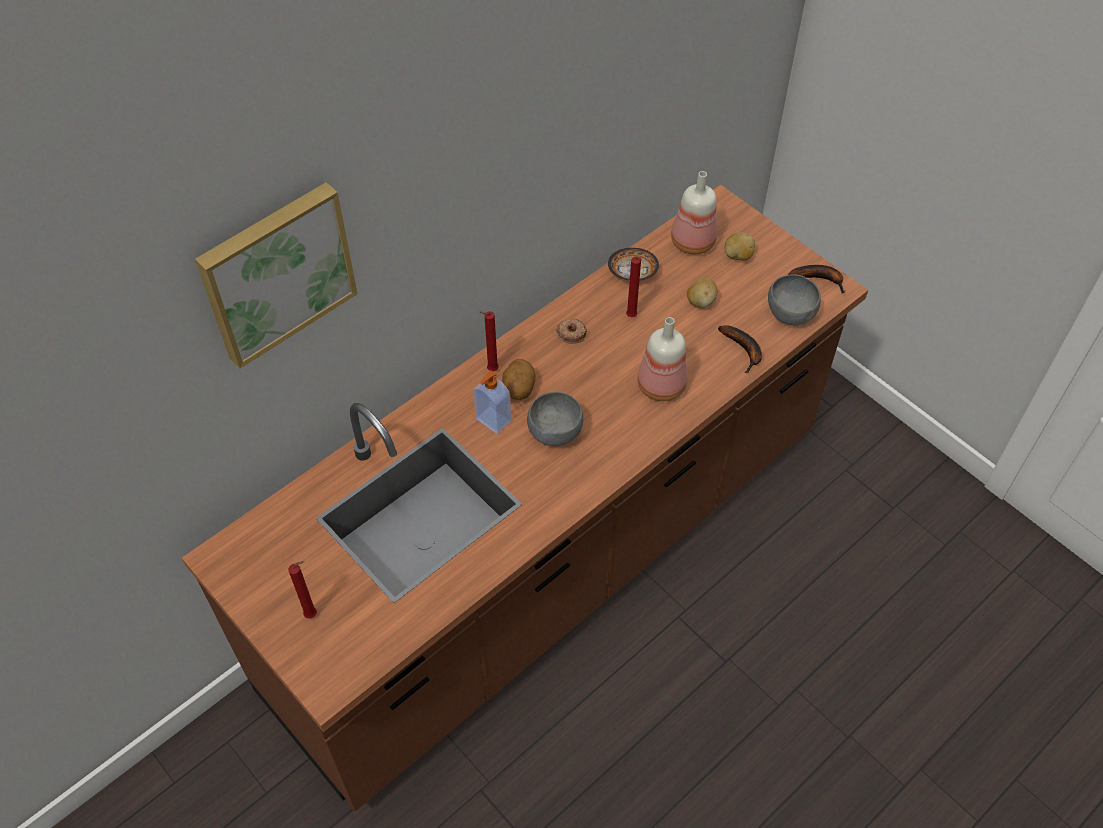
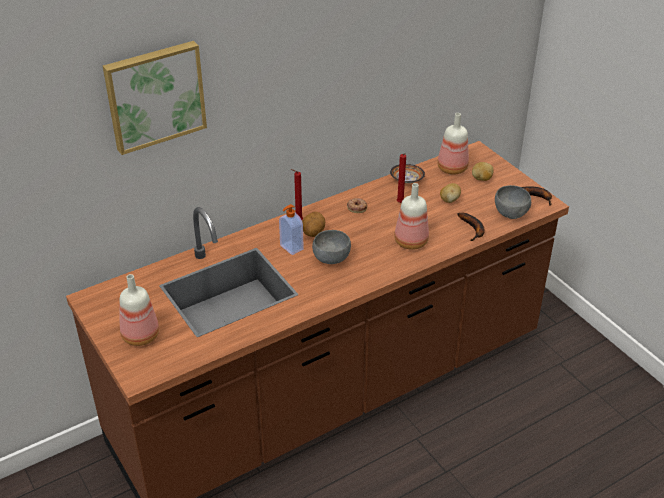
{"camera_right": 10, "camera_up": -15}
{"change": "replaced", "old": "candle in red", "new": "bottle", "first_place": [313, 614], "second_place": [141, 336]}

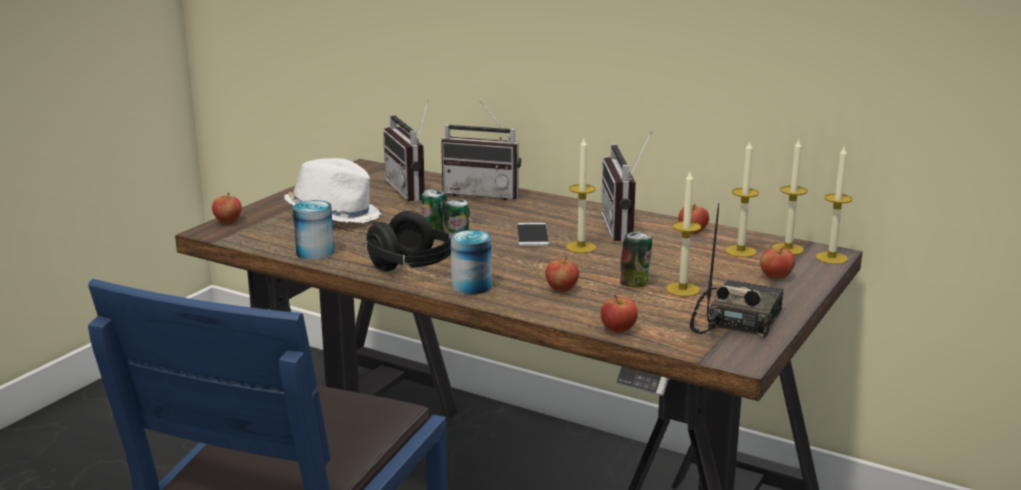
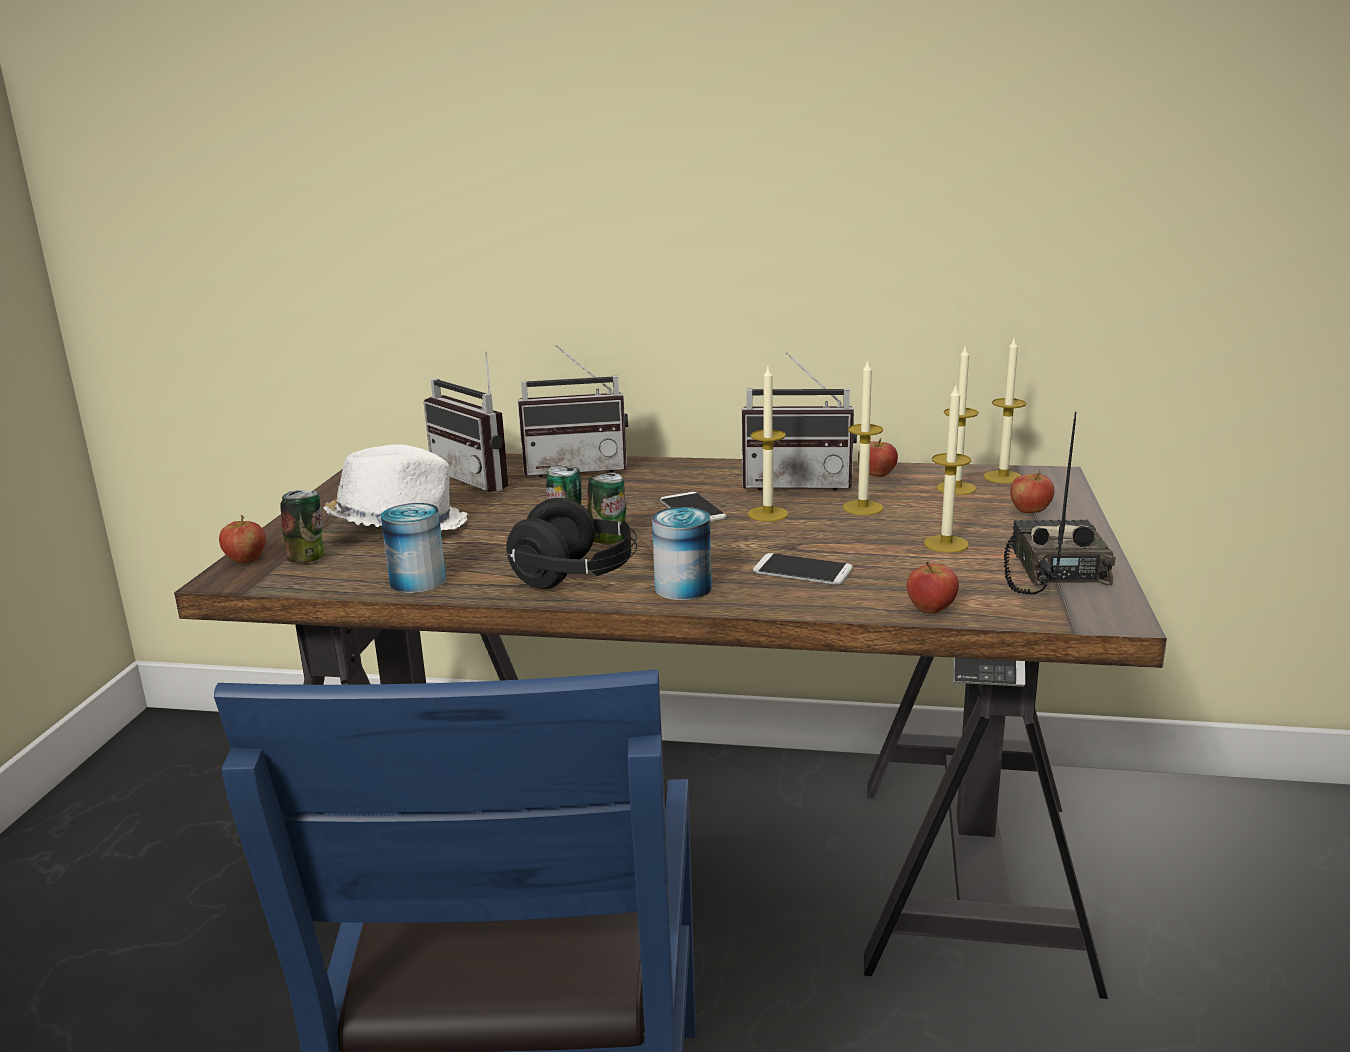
{"camera_right": -20, "camera_up": 0}
{"change": "turned", "old": "radio", "first_place": [627, 229], "second_place": [798, 483], "degrees": -60}
{"change": "moved", "old": "candle", "first_place": [831, 258], "second_place": [862, 508]}
{"change": "moved", "old": "can", "first_place": [635, 284], "second_place": [308, 558]}
{"change": "replaced", "old": "apple", "new": "phone", "first_place": [561, 289], "second_place": [802, 570]}

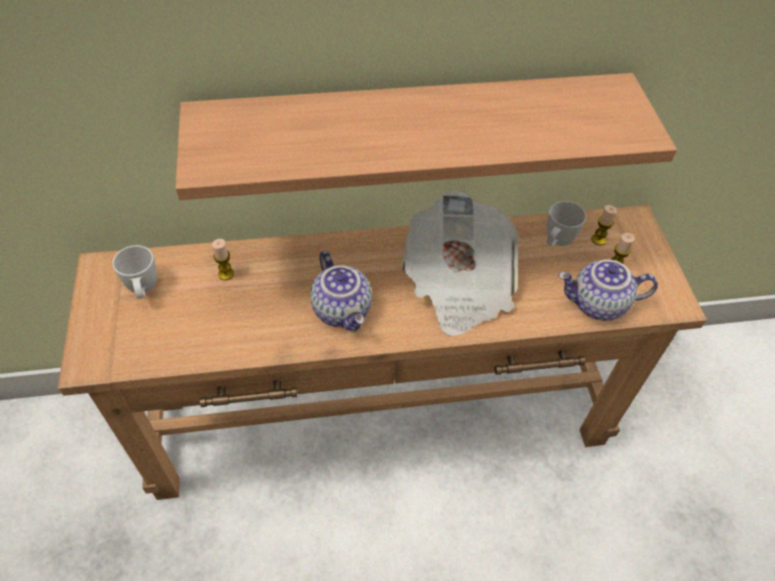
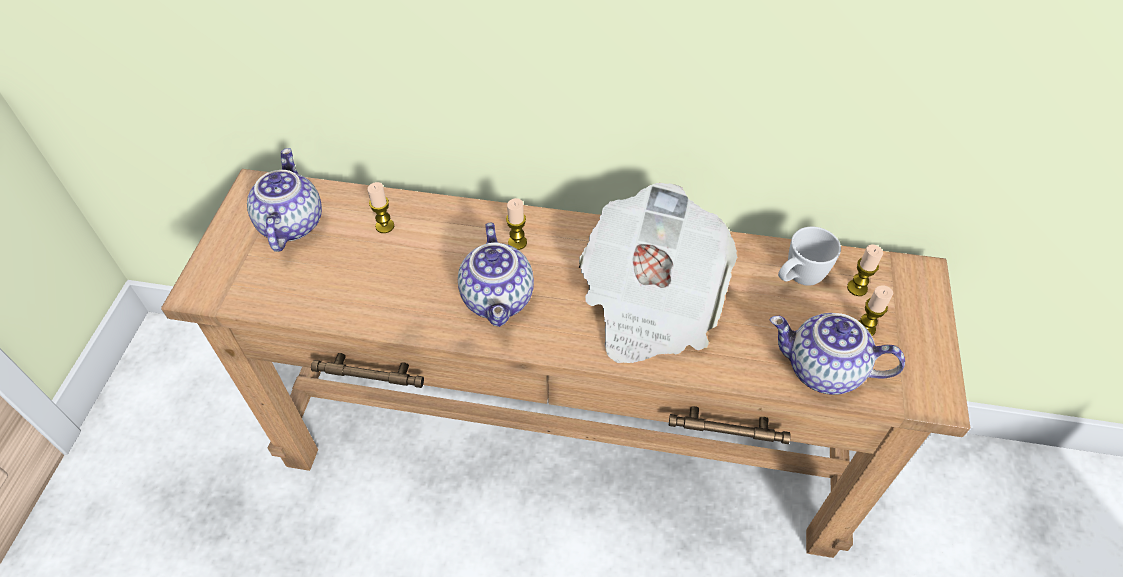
{"camera_right": 20, "camera_up": 0}
{"change": "removed", "old": "shelf", "first_place": [411, 127]}
{"change": "replaced", "old": "mug in white", "new": "teapot", "first_place": [143, 290], "second_place": [290, 224]}
{"change": "added", "new": "candle", "second_place": [517, 242]}

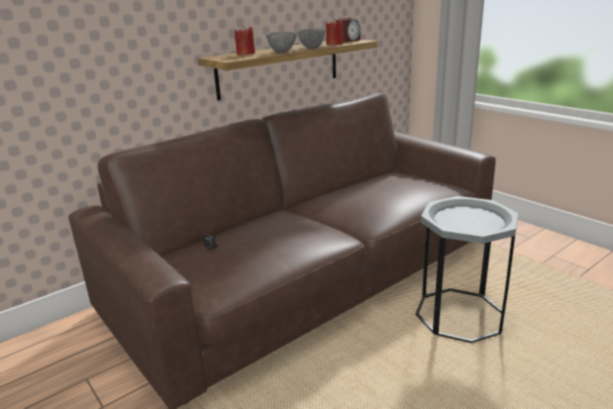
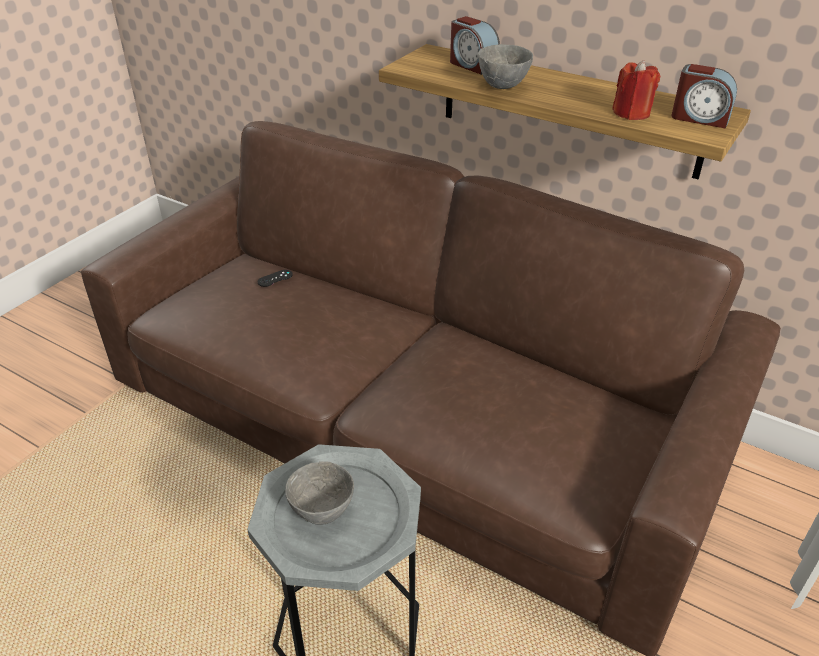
{"camera_right": 70, "camera_up": 15}
{"change": "replaced", "old": "candle in red", "new": "alarm clock", "first_place": [246, 54], "second_place": [472, 65]}
{"change": "moved", "old": "bowl in grey", "first_place": [312, 47], "second_place": [322, 513]}

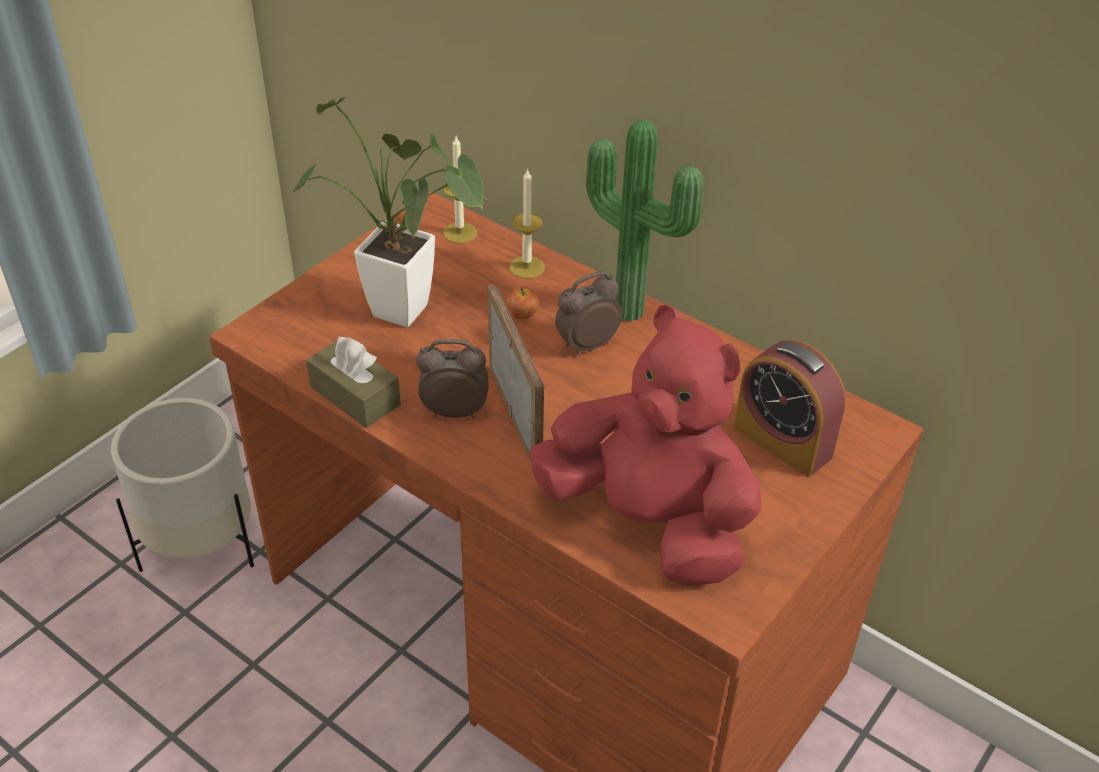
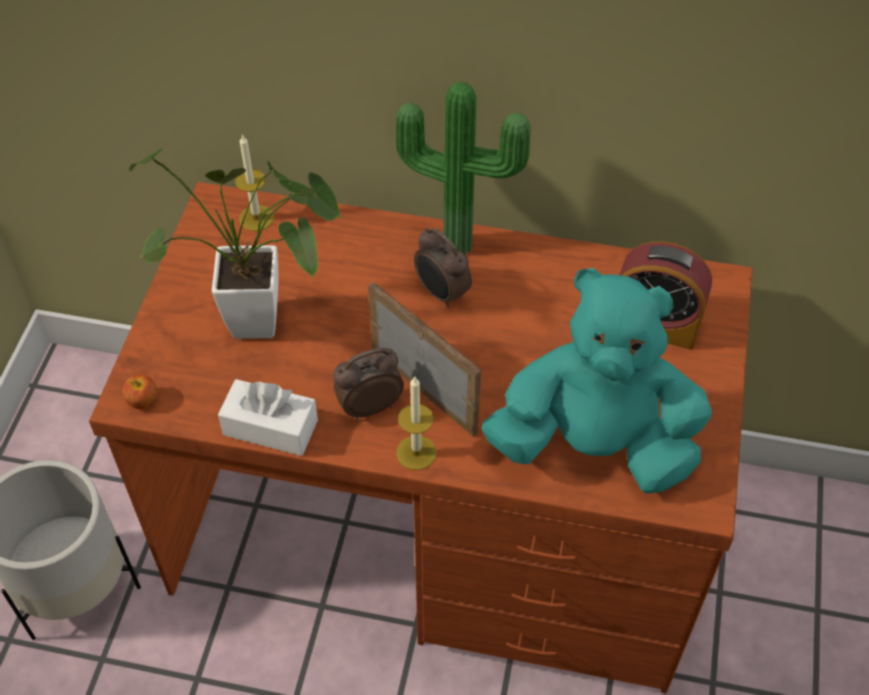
{"camera_right": -25, "camera_up": 10}
{"change": "moved", "old": "candle", "first_place": [527, 267], "second_place": [416, 452]}
{"change": "turned", "old": "alarm clock", "first_place": [586, 345], "second_place": [441, 294], "degrees": -75}
{"change": "moved", "old": "apple", "first_place": [522, 314], "second_place": [143, 400]}
{"change": "recoloured", "old": "plush toy in red", "new": "plush toy in turquoise", "first_place": [649, 522], "second_place": [594, 445]}
{"change": "recoloured", "old": "tissue box in brown", "new": "tissue box in white", "first_place": [355, 396], "second_place": [270, 427]}

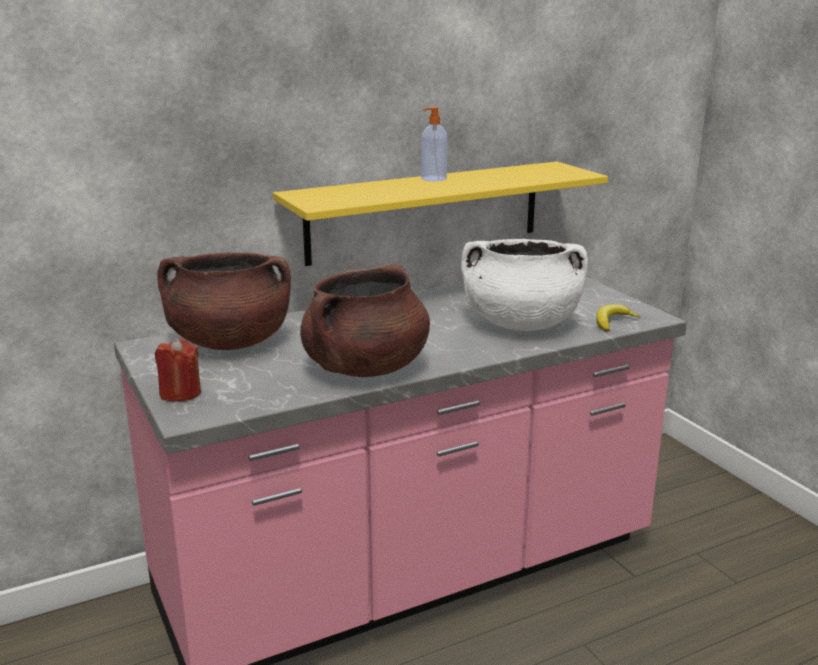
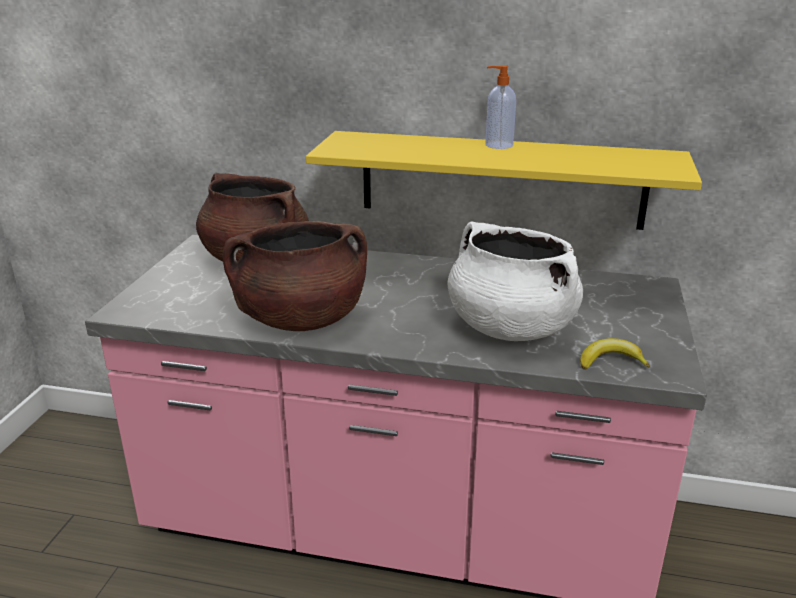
{"camera_right": 40, "camera_up": 5}
{"change": "removed", "old": "candle in red", "first_place": [180, 393]}

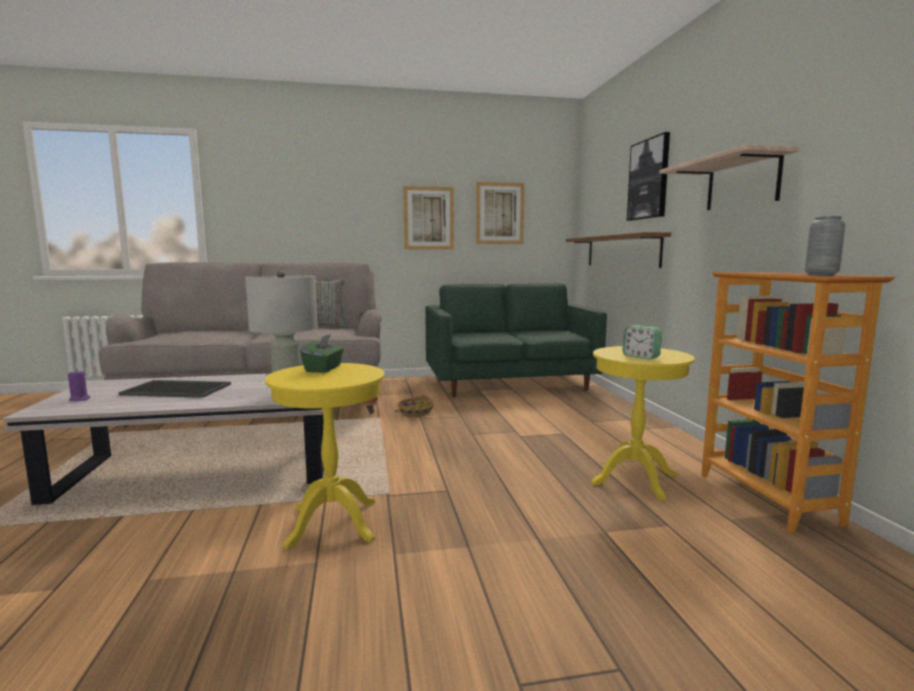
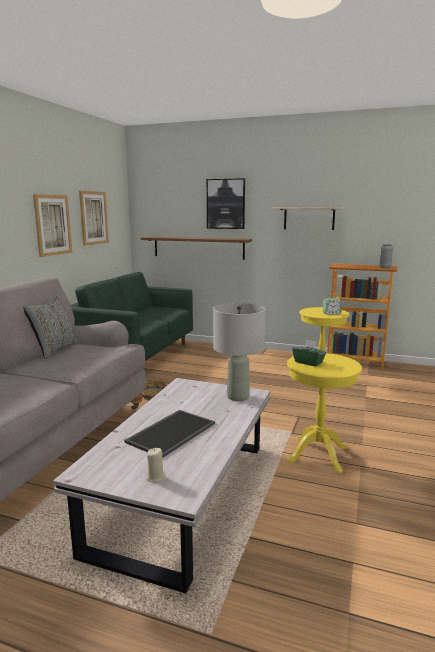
{"camera_right": -60, "camera_up": 5}
{"change": "recoloured", "old": "candle in purple", "new": "candle in beige", "first_place": [80, 399], "second_place": [156, 477]}

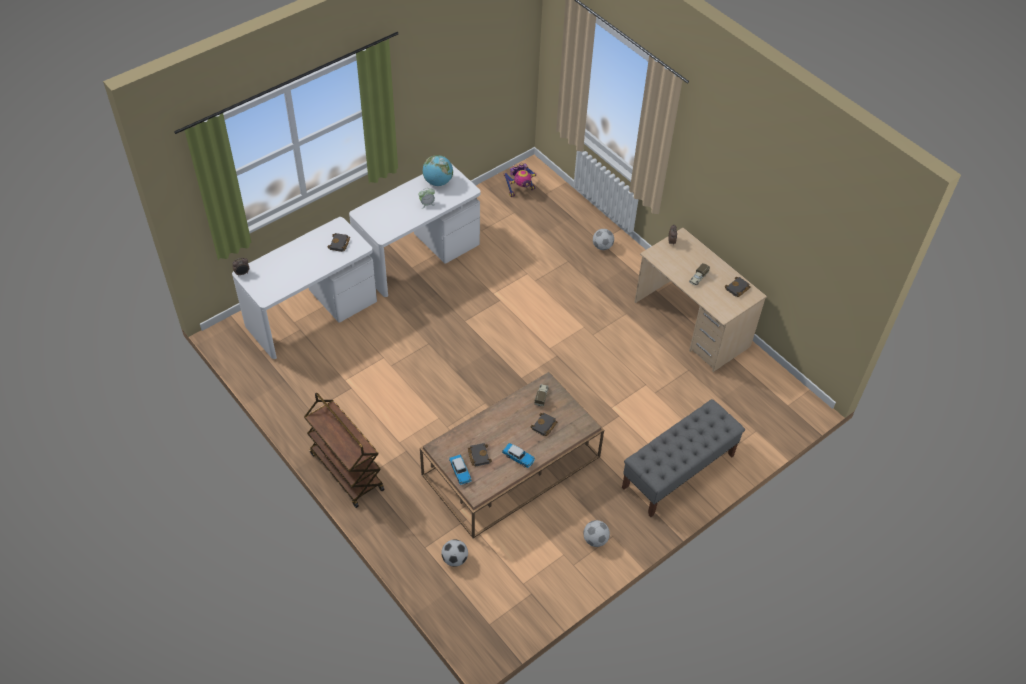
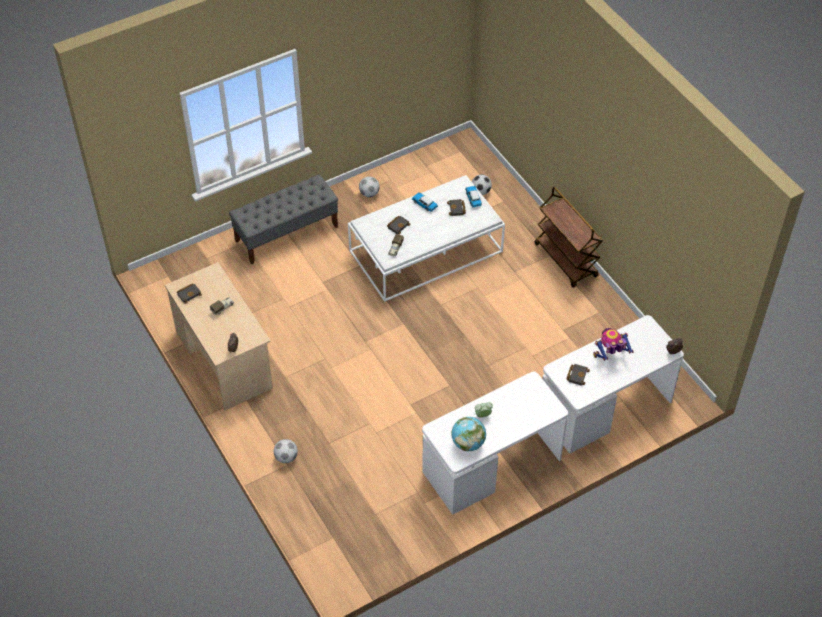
{"camera_right": -170, "camera_up": 0}
{"change": "moved", "old": "toy robot", "first_place": [520, 190], "second_place": [610, 356]}
{"change": "recoloured", "old": "coffee table in brown", "new": "coffee table in white", "first_place": [511, 465], "second_place": [425, 251]}

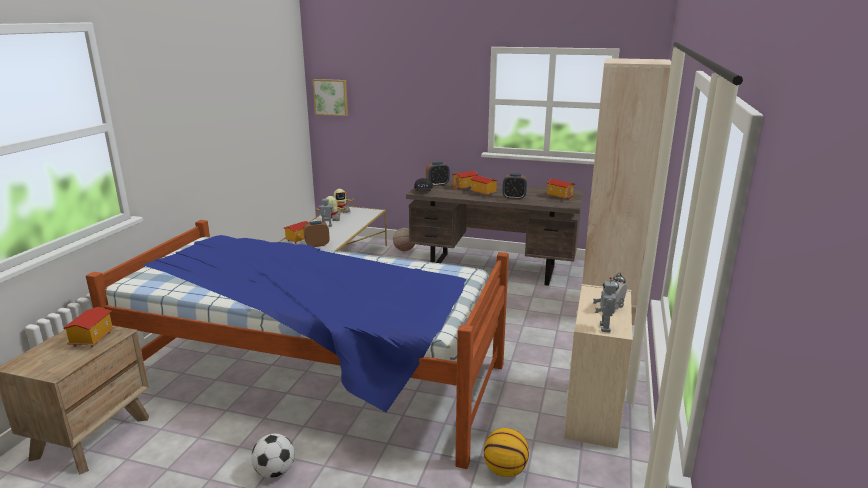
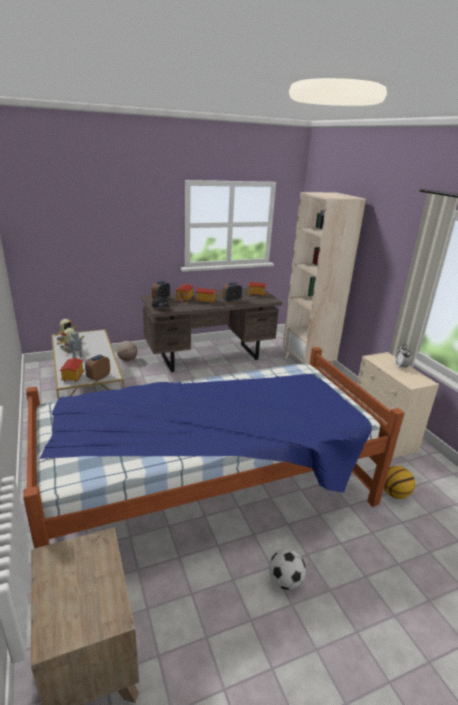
{"camera_right": -40, "camera_up": 5}
{"change": "removed", "old": "picture", "first_place": [331, 97]}
{"change": "removed", "old": "toy robot", "first_place": [606, 328]}
{"change": "removed", "old": "toy house", "first_place": [92, 339]}

